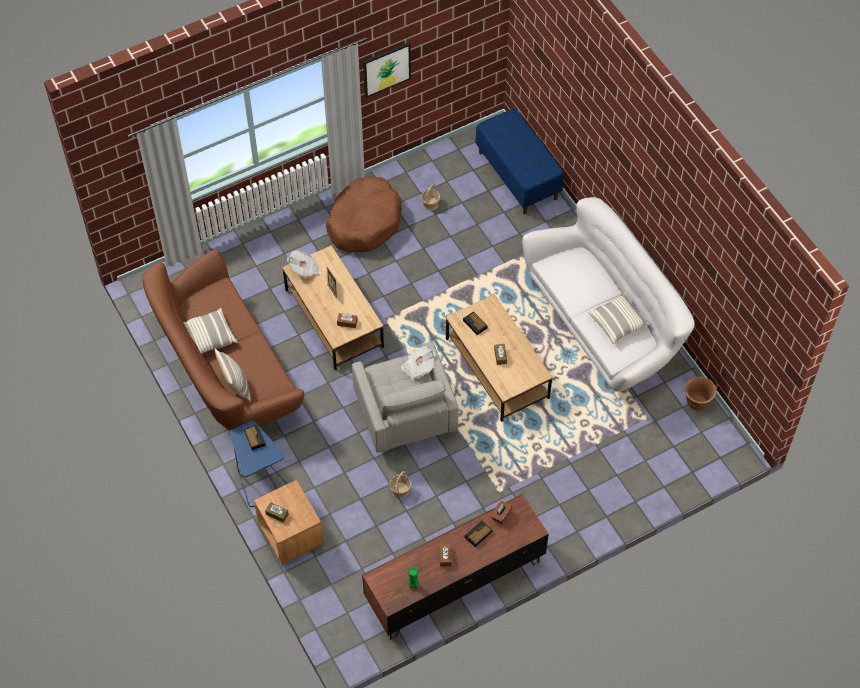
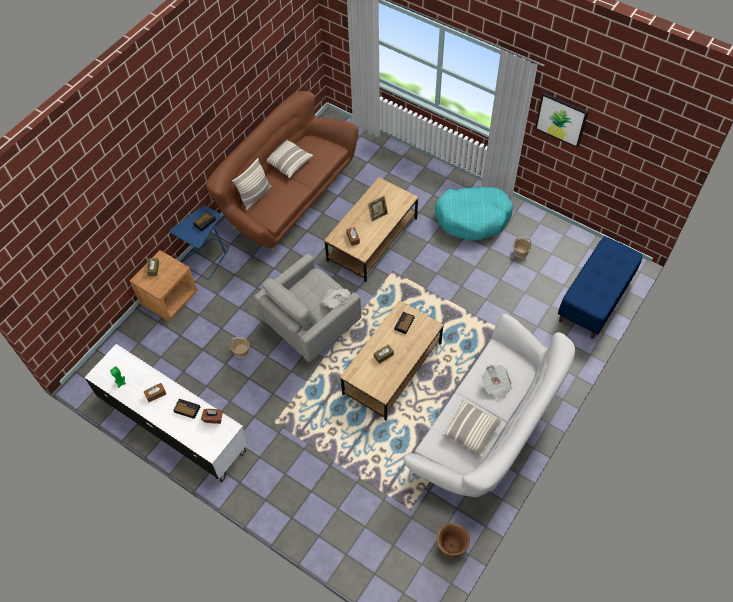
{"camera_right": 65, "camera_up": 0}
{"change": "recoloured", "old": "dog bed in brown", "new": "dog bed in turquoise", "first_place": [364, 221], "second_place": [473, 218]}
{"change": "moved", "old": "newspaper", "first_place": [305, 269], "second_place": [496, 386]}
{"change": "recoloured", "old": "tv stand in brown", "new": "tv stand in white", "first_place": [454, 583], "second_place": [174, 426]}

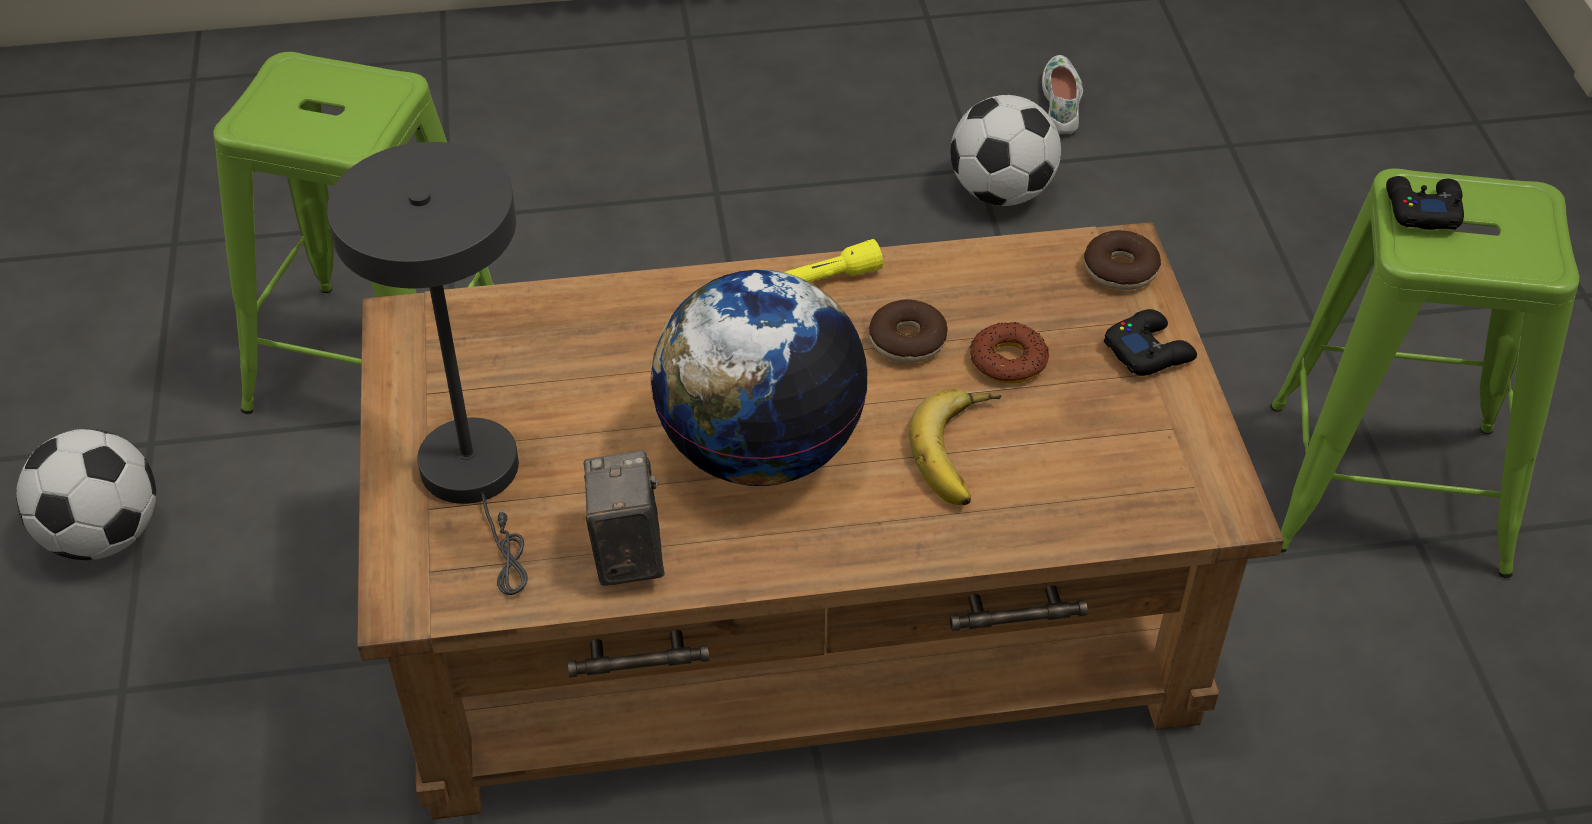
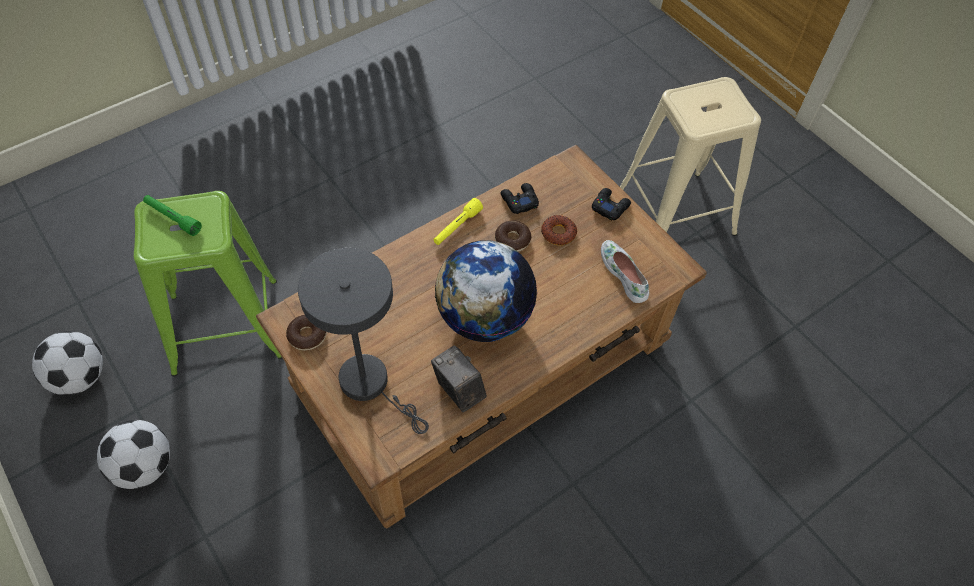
{"camera_right": -30, "camera_up": 10}
{"change": "moved", "old": "shoe in white", "first_place": [1062, 102], "second_place": [624, 274]}
{"change": "moved", "old": "football", "first_place": [1000, 193], "second_place": [79, 378]}
{"change": "recoloured", "old": "stool in green", "new": "stool in beige", "first_place": [1383, 487], "second_place": [673, 214]}
{"change": "moved", "old": "game controller in black", "first_place": [1421, 209], "second_place": [519, 201]}
{"change": "moved", "old": "donut", "first_place": [1120, 270], "second_place": [307, 336]}
{"change": "removed", "old": "banana", "first_place": [964, 453]}
{"change": "added", "new": "flashlight in green", "second_place": [173, 218]}

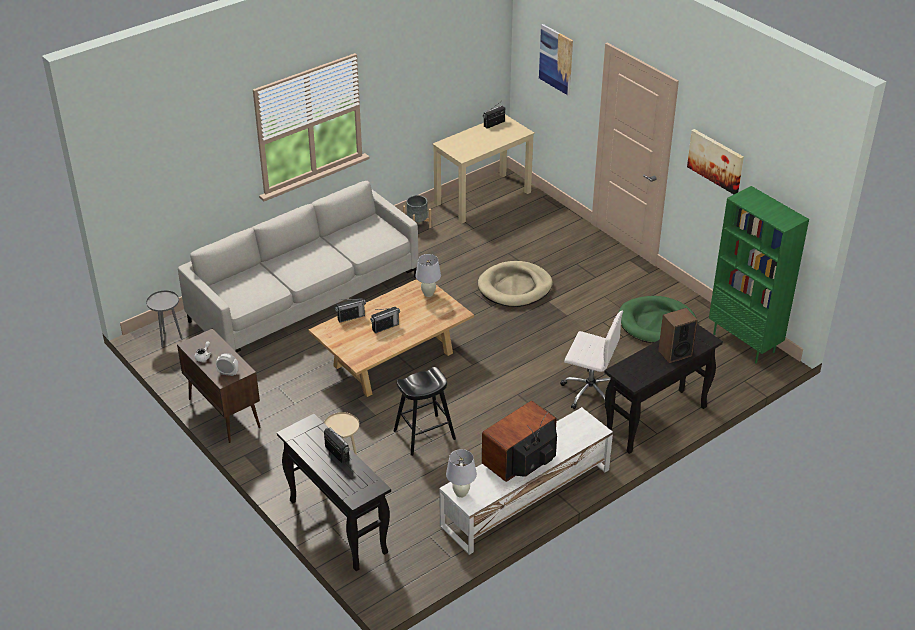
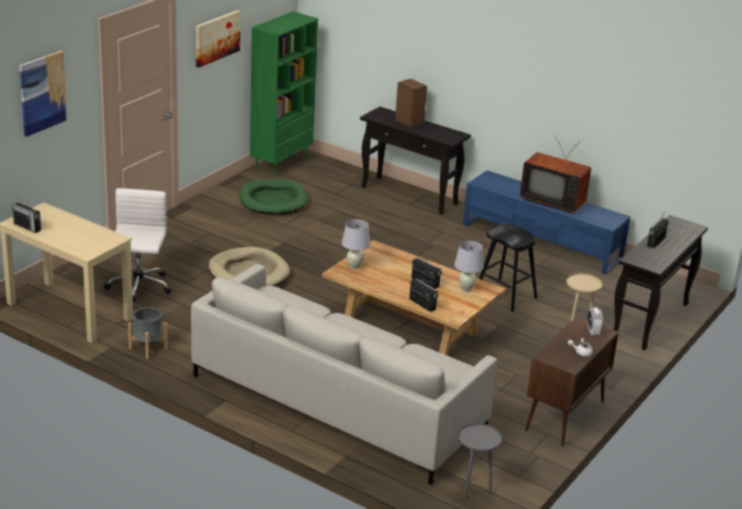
{"camera_right": -110, "camera_up": -10}
{"change": "moved", "old": "office chair in white", "first_place": [588, 391], "second_place": [138, 287]}
{"change": "recoloured", "old": "tv stand in white", "new": "tv stand in blue", "first_place": [525, 497], "second_place": [542, 242]}
{"change": "moved", "old": "table lamp in white", "first_place": [461, 493], "second_place": [466, 289]}

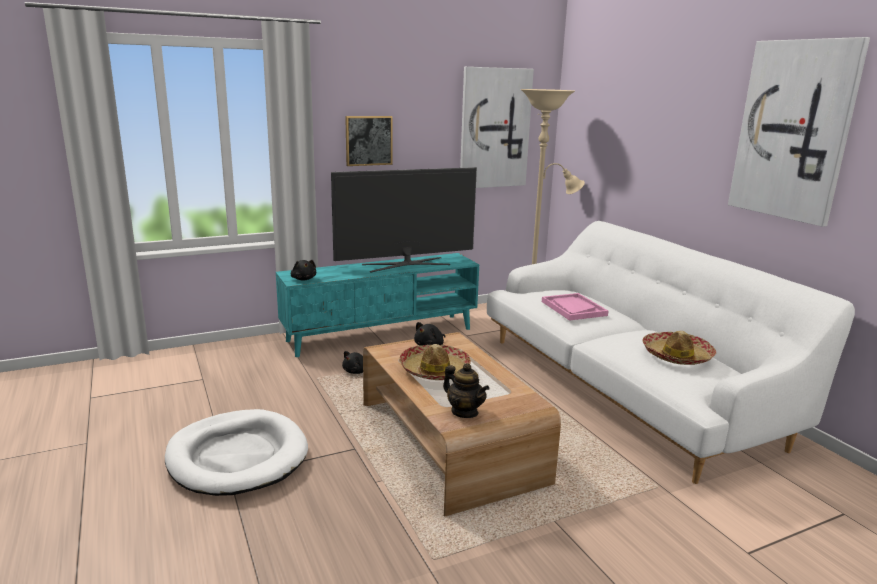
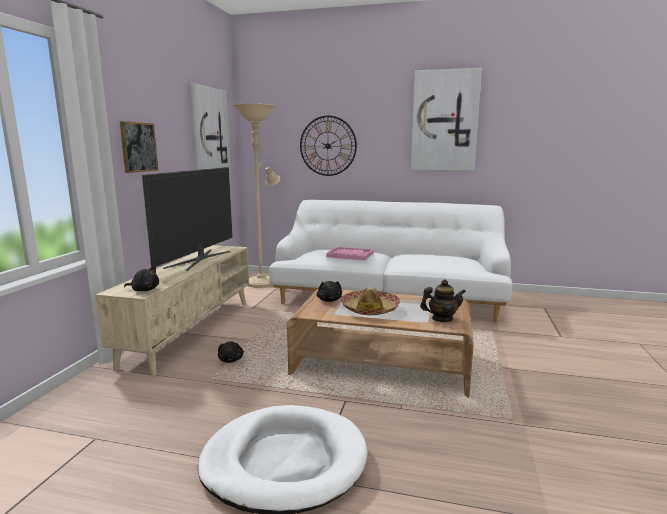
{"camera_right": -50, "camera_up": -5}
{"change": "recoloured", "old": "tv stand in turquoise", "new": "tv stand in beige", "first_place": [381, 334], "second_place": [190, 331]}
{"change": "removed", "old": "hat", "first_place": [677, 356]}
{"change": "added", "new": "wall clock", "second_place": [328, 146]}

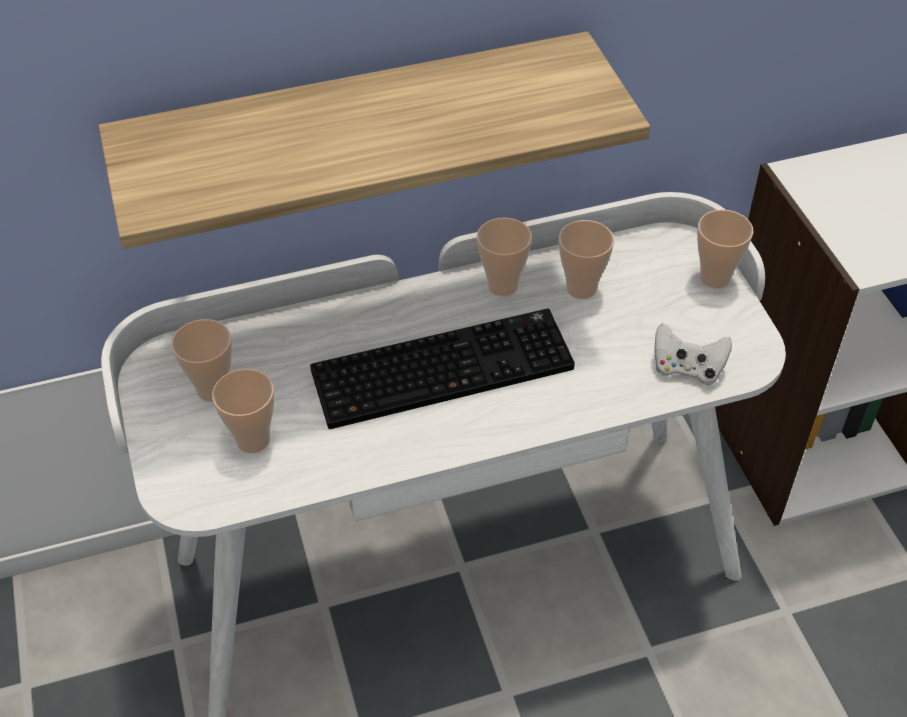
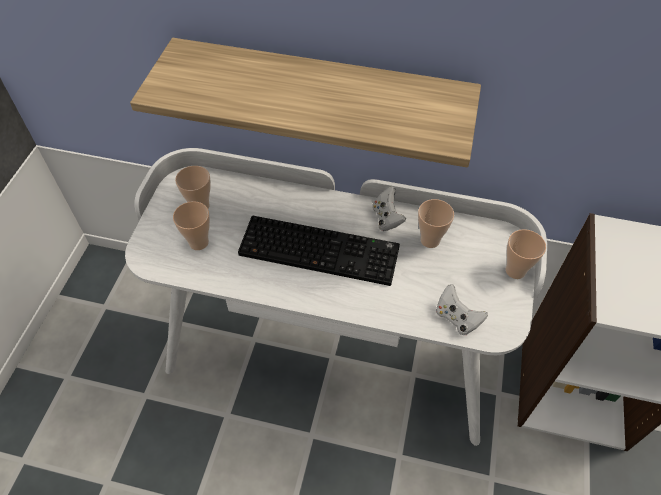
{"camera_right": 30, "camera_up": 5}
{"change": "replaced", "old": "cup", "new": "game controller in white", "first_place": [502, 285], "second_place": [387, 218]}

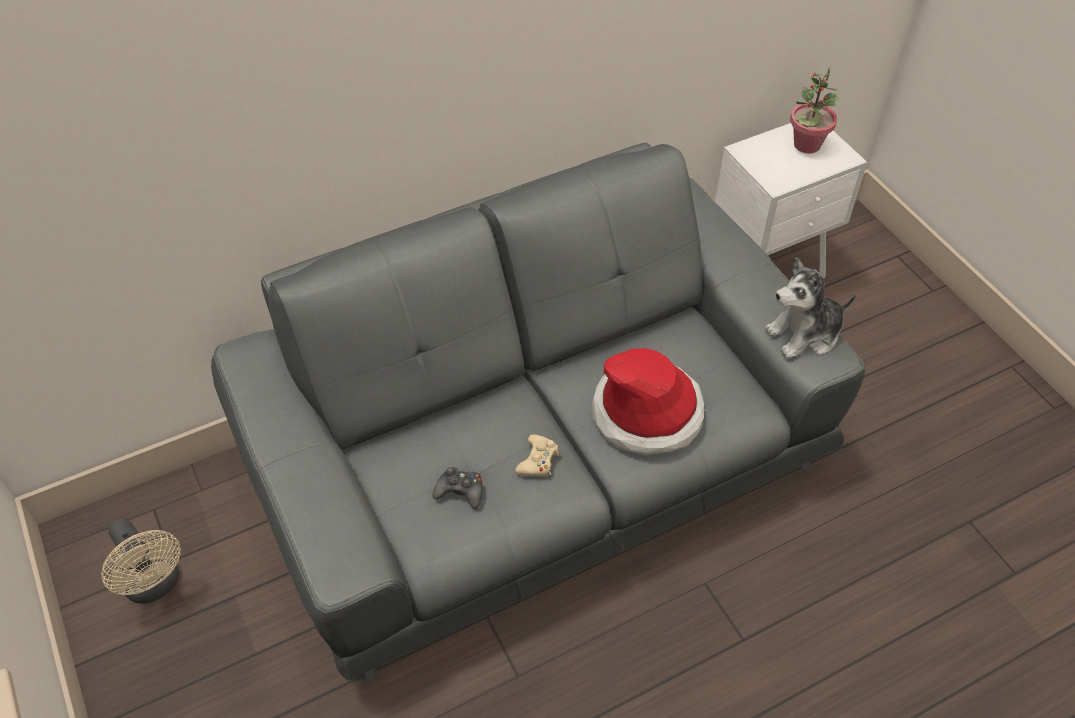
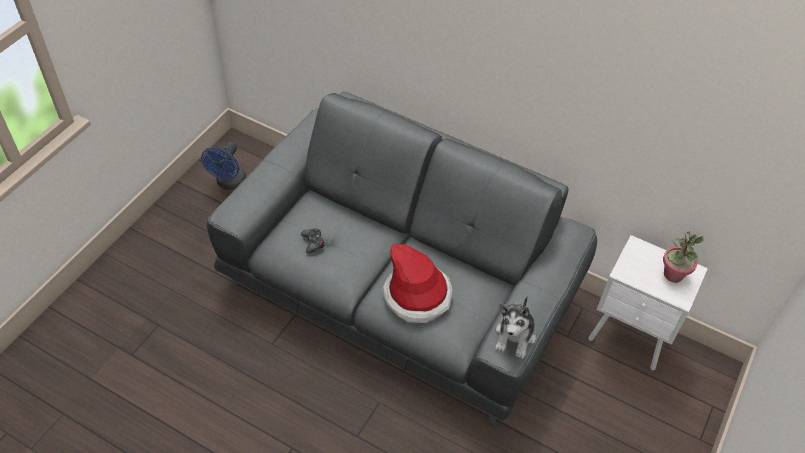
{"camera_right": 55, "camera_up": 0}
{"change": "turned", "old": "plush toy", "first_place": [805, 334], "second_place": [515, 336], "degrees": -105}
{"change": "removed", "old": "game controller in beige", "first_place": [538, 461]}
{"change": "recoloured", "old": "fan in beige", "new": "fan in blue", "first_place": [155, 585], "second_place": [229, 183]}

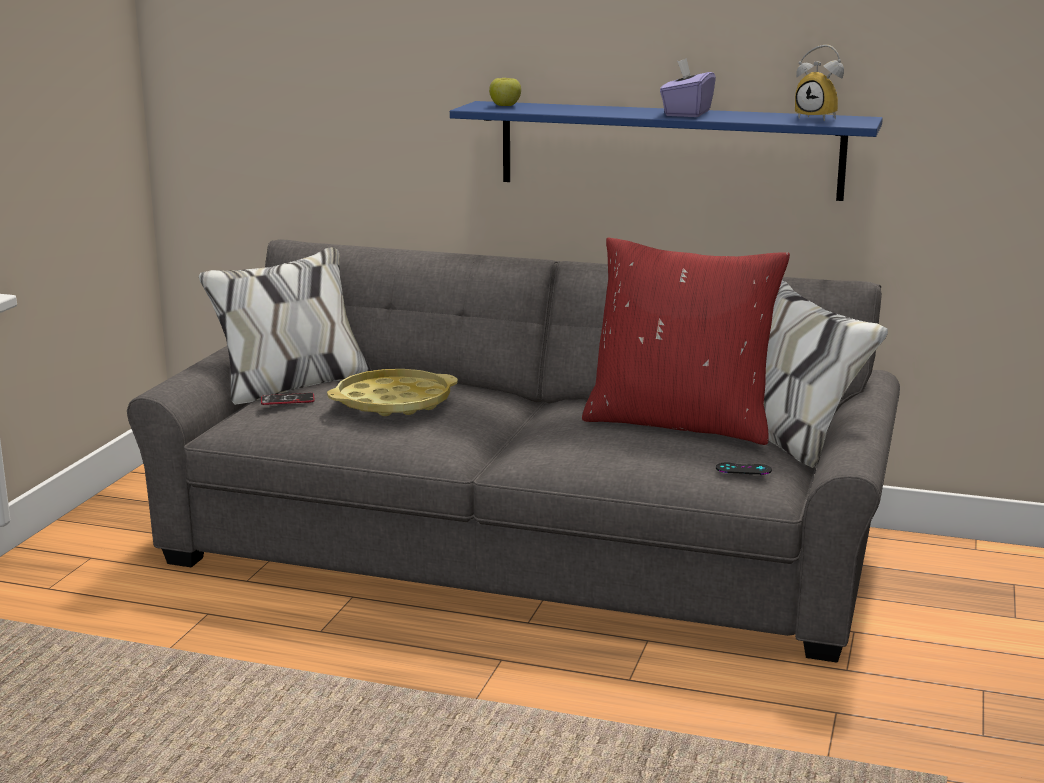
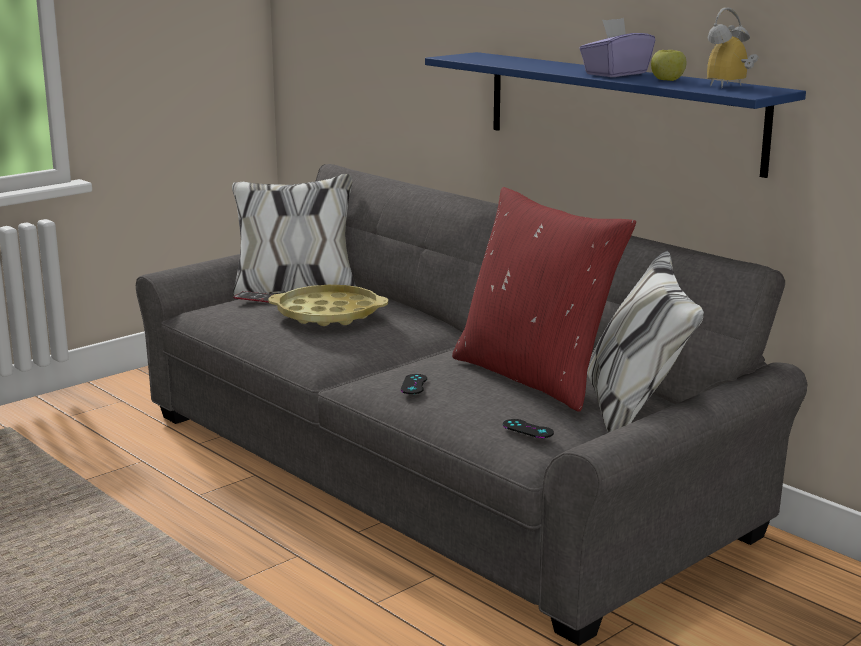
{"camera_right": 30, "camera_up": 0}
{"change": "turned", "old": "alarm clock", "first_place": [819, 118], "second_place": [730, 86], "degrees": 75}
{"change": "moved", "old": "apple", "first_place": [505, 106], "second_place": [667, 80]}
{"change": "added", "new": "game controller in black", "second_place": [414, 384]}

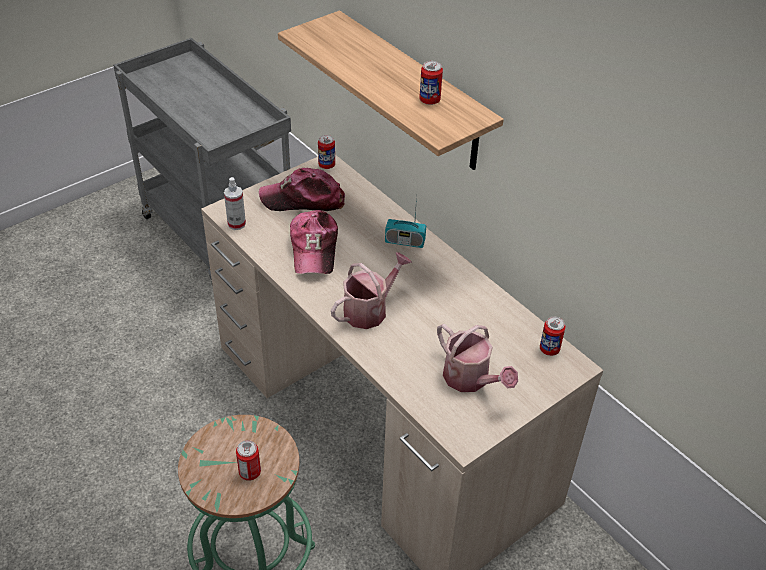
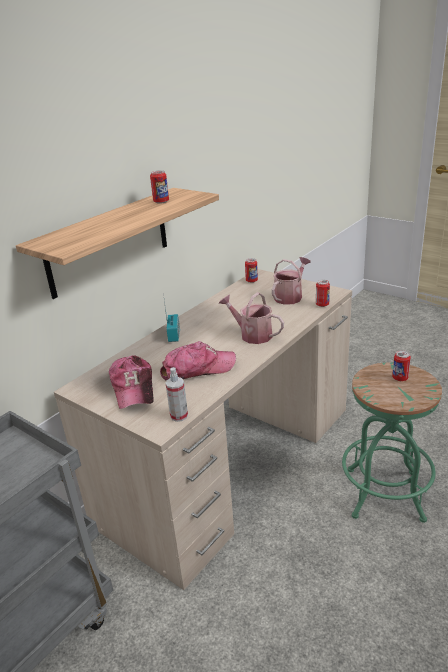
{"camera_right": -100, "camera_up": -15}
{"change": "moved", "old": "can", "first_place": [326, 165], "second_place": [322, 304]}

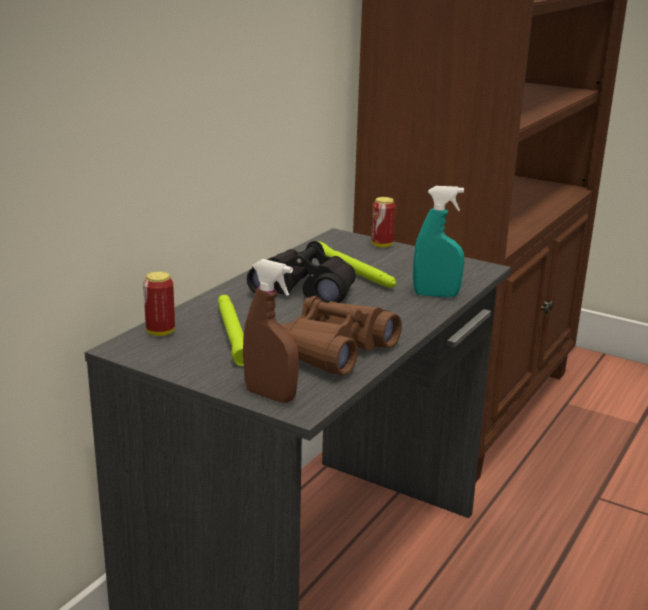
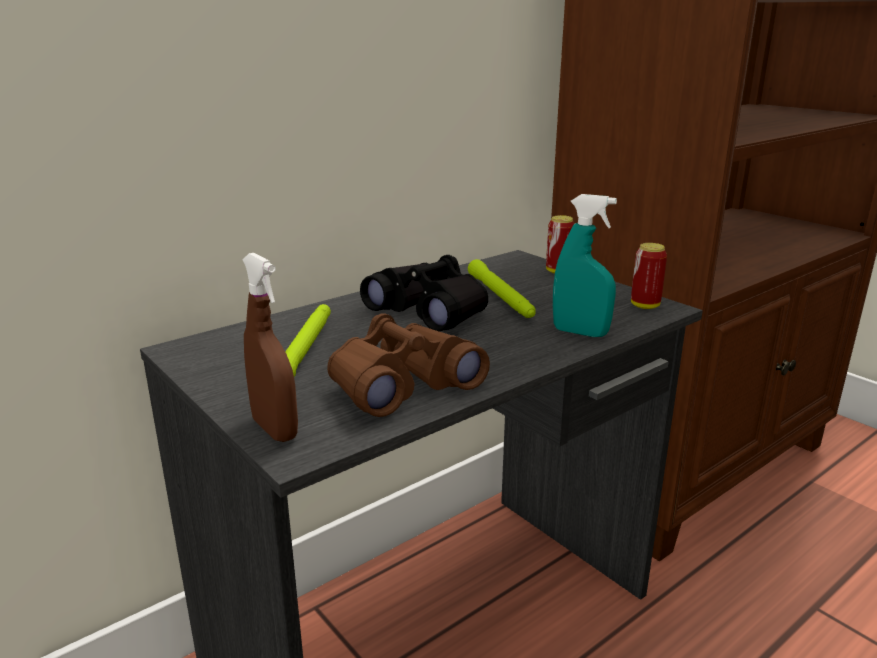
{"camera_right": 20, "camera_up": 0}
{"change": "moved", "old": "can", "first_place": [160, 332], "second_place": [645, 306]}

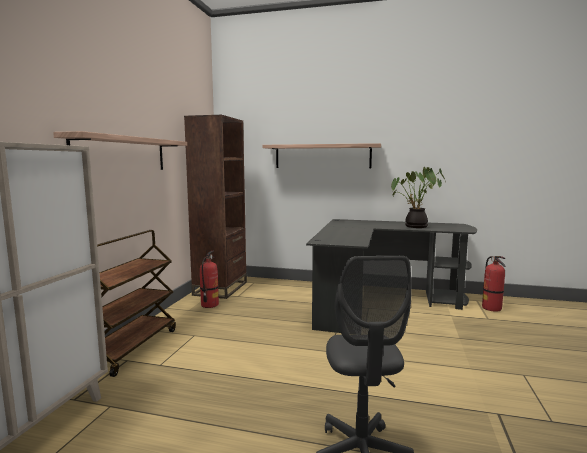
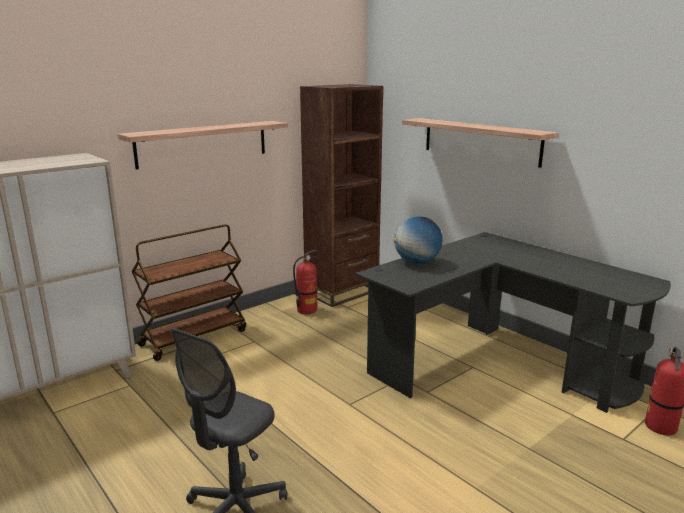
{"camera_right": 35, "camera_up": 10}
{"change": "removed", "old": "potted plant", "first_place": [415, 227]}
{"change": "added", "new": "globe", "second_place": [417, 262]}

